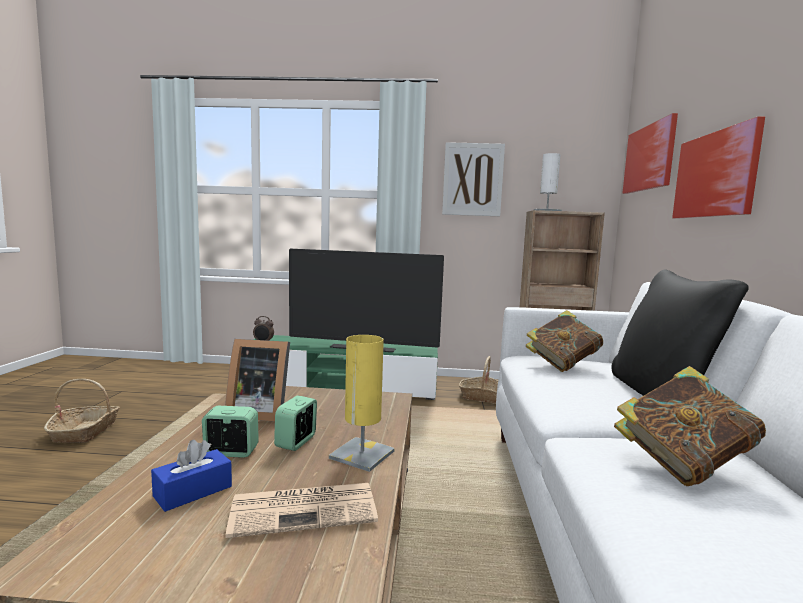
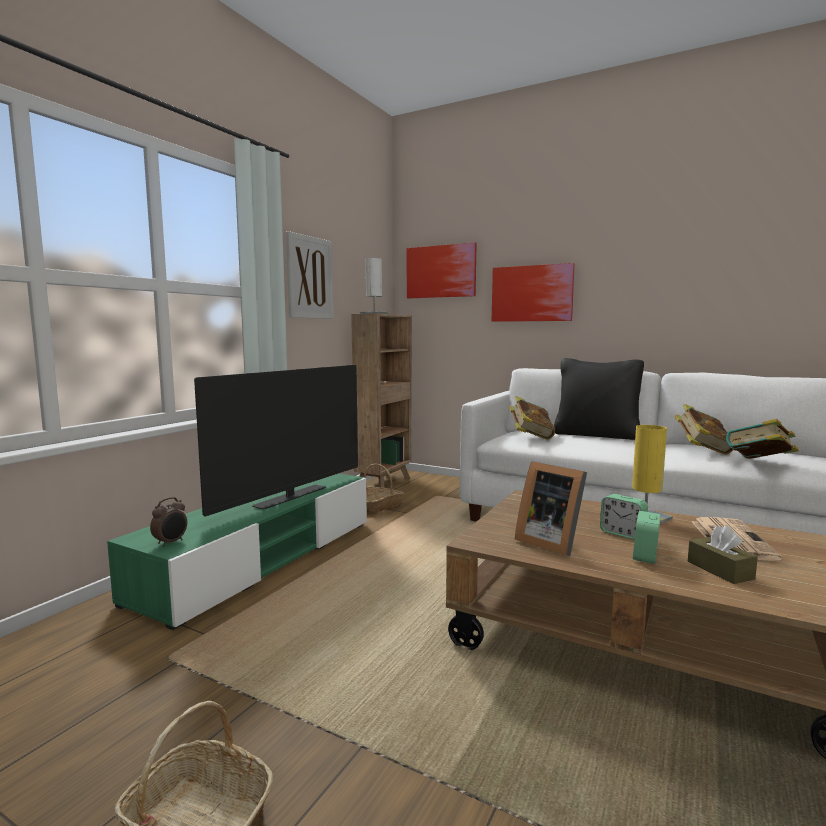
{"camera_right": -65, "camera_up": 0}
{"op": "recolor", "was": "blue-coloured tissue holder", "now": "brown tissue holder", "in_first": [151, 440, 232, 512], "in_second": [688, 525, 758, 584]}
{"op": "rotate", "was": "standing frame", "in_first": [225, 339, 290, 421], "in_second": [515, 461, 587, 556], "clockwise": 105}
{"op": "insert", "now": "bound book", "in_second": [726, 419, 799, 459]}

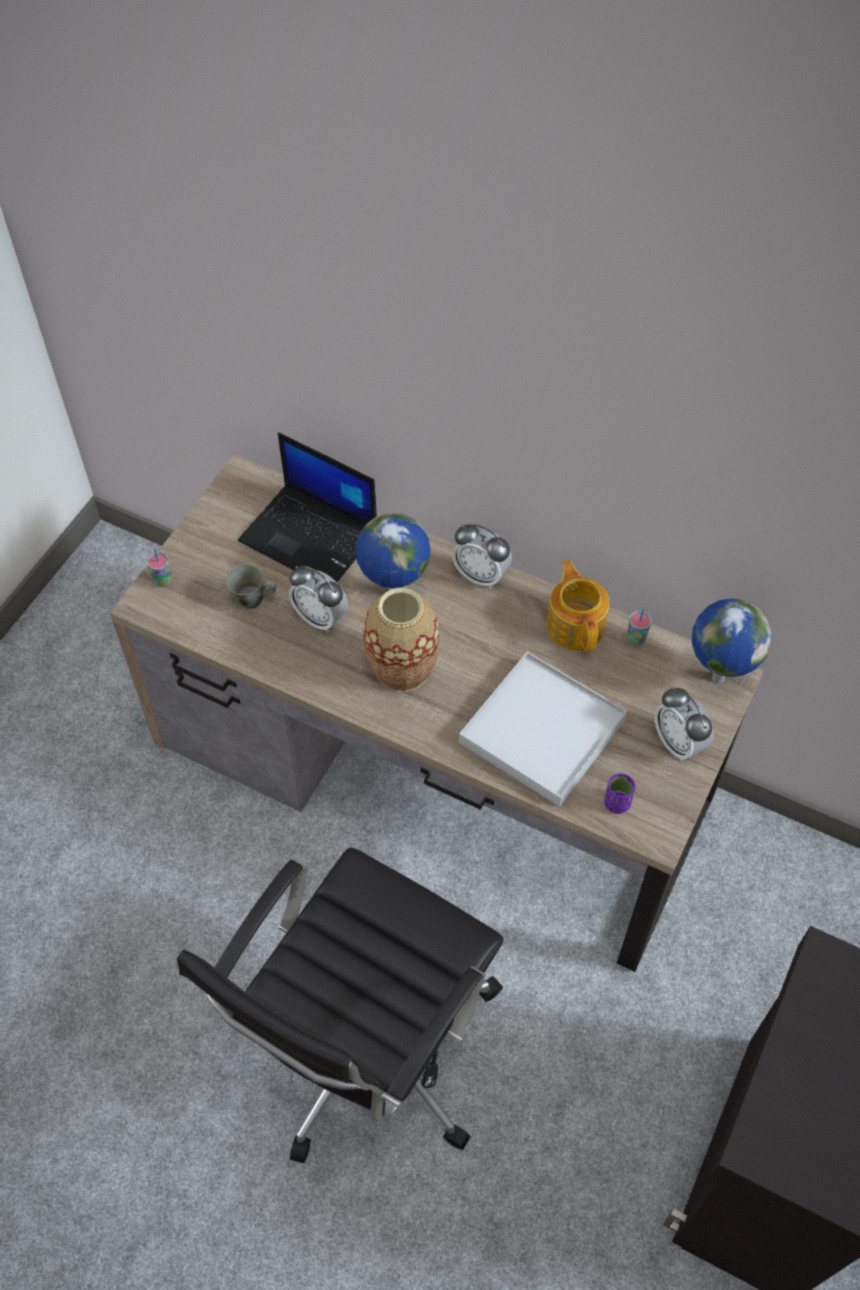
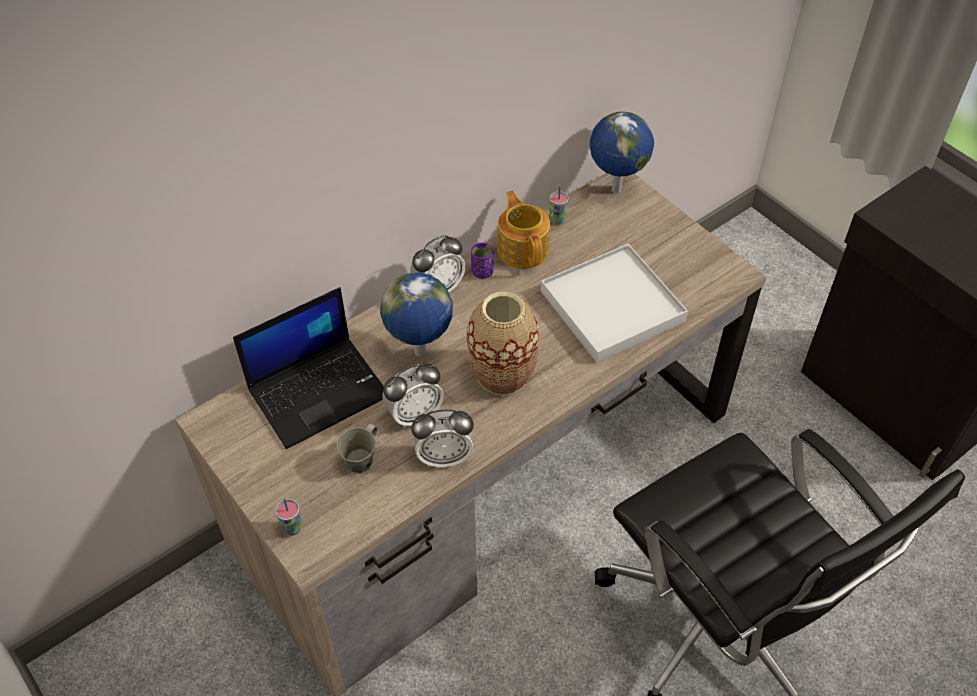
{"camera_right": -65, "camera_up": -5}
{"op": "rotate", "was": "tea pot", "in_first": [546, 560, 609, 652], "in_second": [497, 191, 550, 269], "clockwise": 60}
{"op": "move", "was": "purple cup", "in_first": [604, 773, 635, 814], "in_second": [471, 243, 494, 279]}
{"op": "move", "was": "table clock", "in_first": [654, 687, 714, 761], "in_second": [411, 409, 474, 467]}

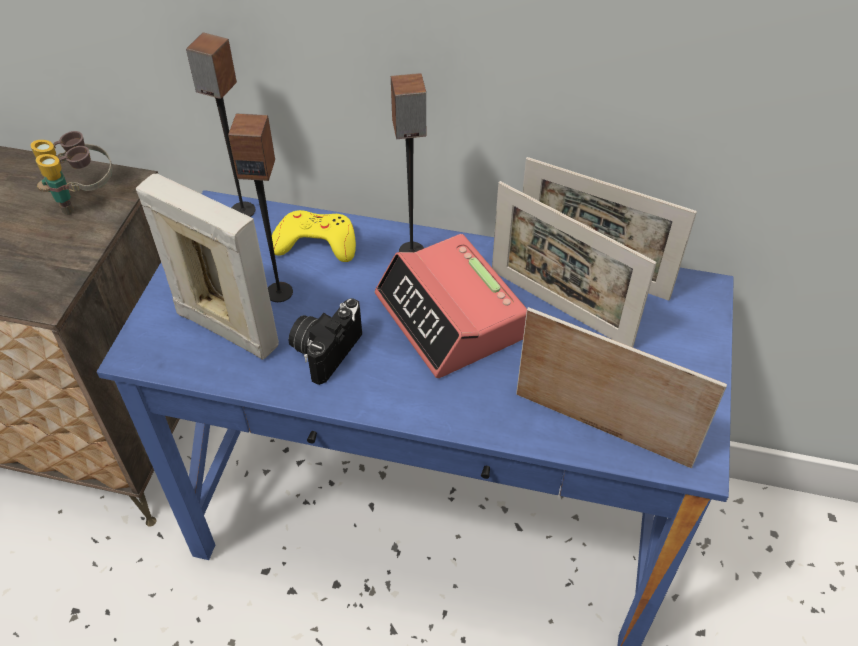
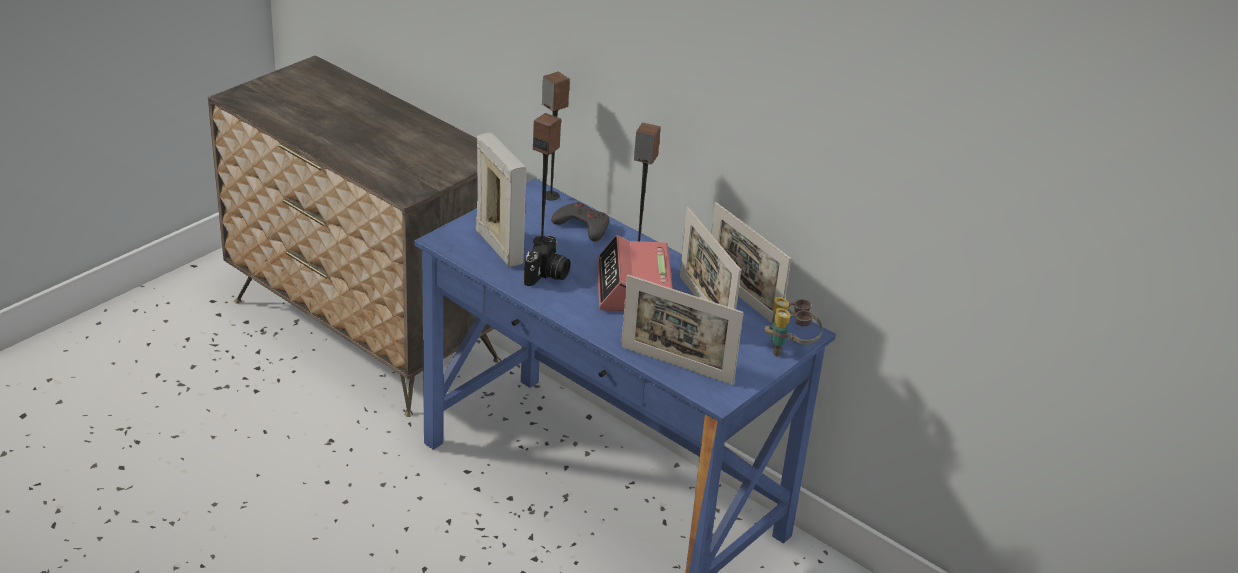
{"camera_right": 25, "camera_up": -15}
{"op": "move", "was": "binoculars", "in_first": [30, 131, 113, 215], "in_second": [765, 297, 823, 357]}
{"op": "recolor", "was": "yellow joypad", "now": "grey joypad", "in_first": [272, 210, 356, 262], "in_second": [551, 202, 610, 241]}
{"op": "rotate", "was": "still camera", "in_first": [289, 298, 362, 385], "in_second": [524, 236, 570, 286], "clockwise": 150}
{"op": "rotate", "was": "standing frame", "in_first": [516, 307, 727, 468], "in_second": [621, 275, 744, 385], "clockwise": 150}

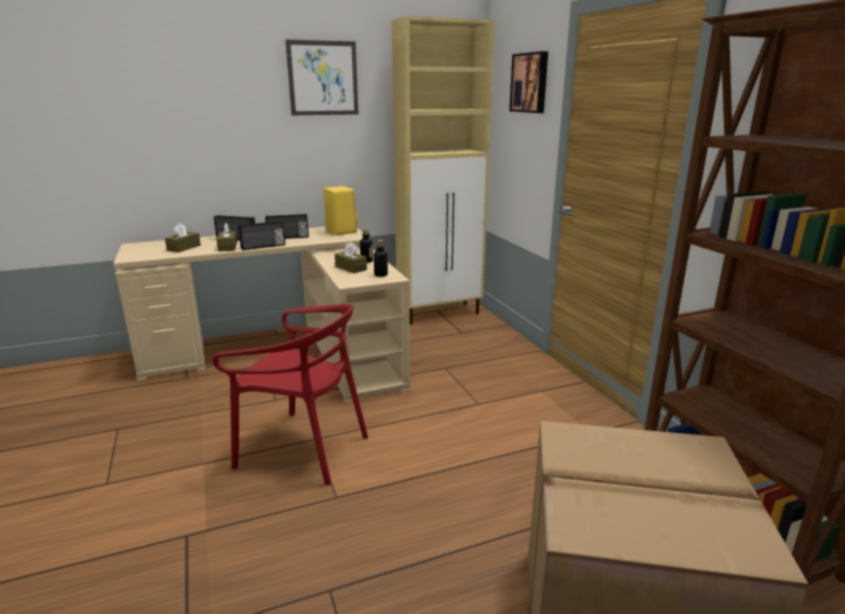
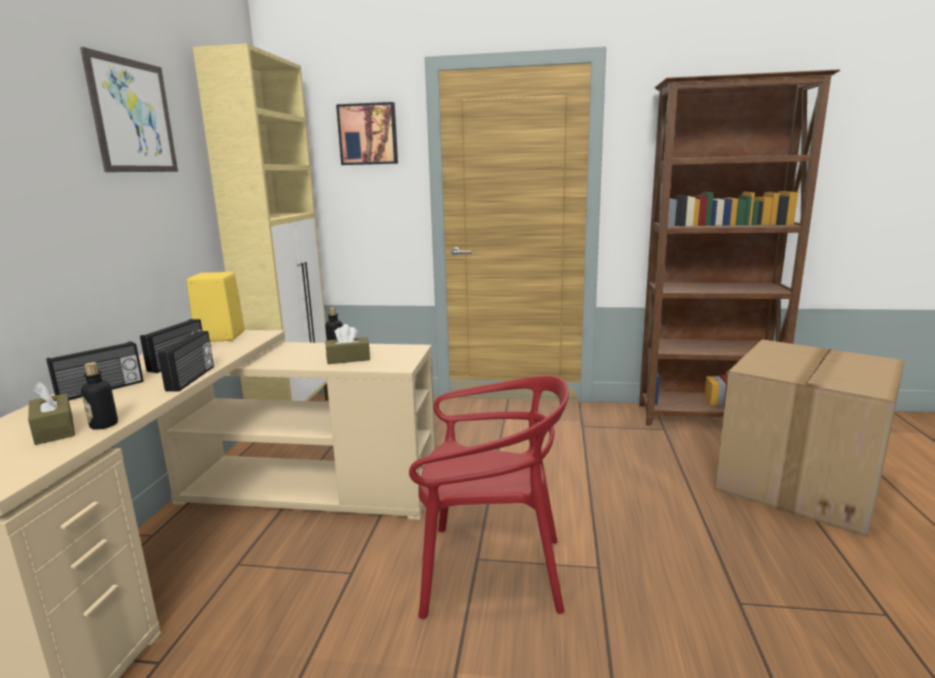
{"camera_right": -60, "camera_up": -5}
{"op": "rotate", "was": "reddish chair", "in_first": [212, 304, 368, 485], "in_second": [409, 376, 569, 619], "clockwise": 45}
{"op": "delete", "was": "brown tissue holder", "in_first": [216, 223, 237, 252]}
{"op": "move", "was": "drink bottle", "in_first": [374, 240, 388, 277], "in_second": [81, 362, 118, 430]}

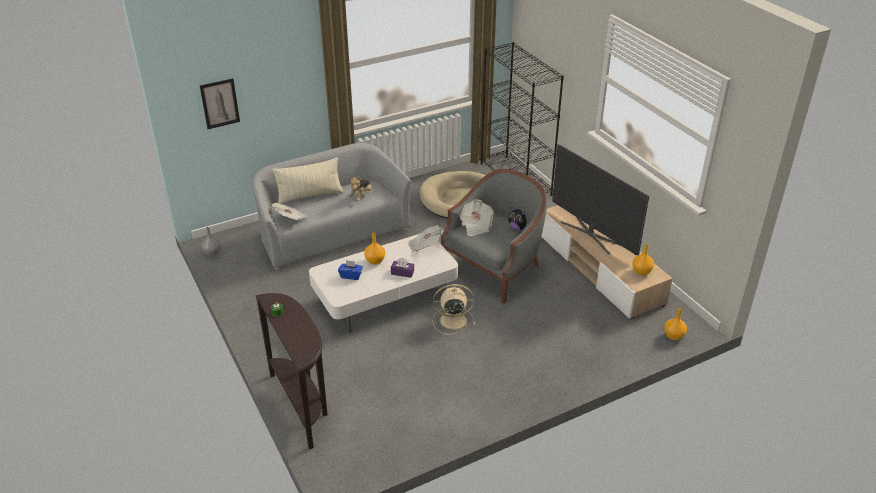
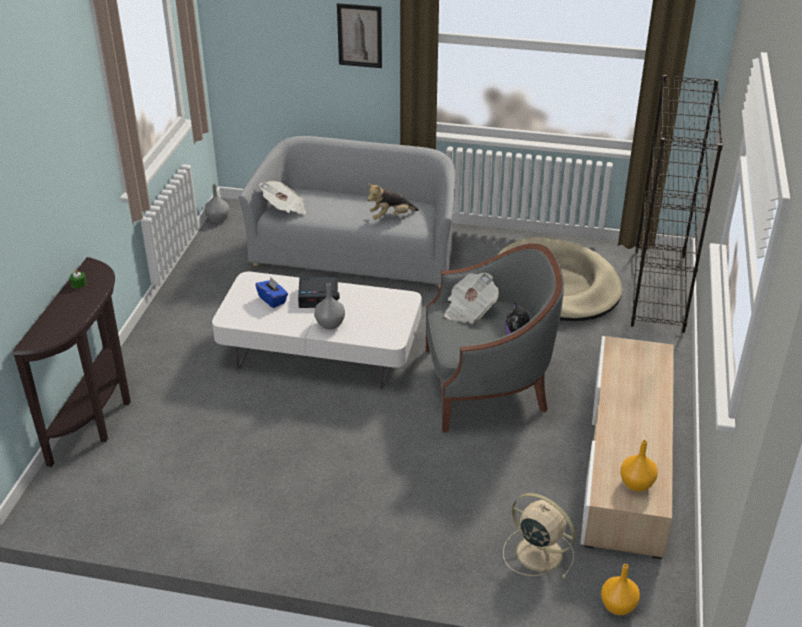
{"camera_right": 40, "camera_up": 0}
{"op": "move", "was": "wall art", "in_first": [200, 78, 240, 129], "in_second": [337, 3, 382, 68]}
{"op": "delete", "was": "beige throw pillow", "in_first": [272, 158, 344, 204]}
{"op": "replace", "was": "orangey vase", "now": "table clock", "in_first": [364, 233, 385, 265], "in_second": [298, 277, 339, 308]}
{"op": "replace", "was": "purple tissue holder", "now": "grey vase", "in_first": [391, 258, 414, 278], "in_second": [314, 283, 345, 330]}
{"op": "delete", "was": "newspaper", "in_first": [408, 225, 443, 252]}
{"op": "move", "was": "beige electric fan", "in_first": [433, 284, 475, 335], "in_second": [503, 493, 575, 578]}
{"op": "delete", "was": "TV set", "in_first": [552, 144, 649, 256]}

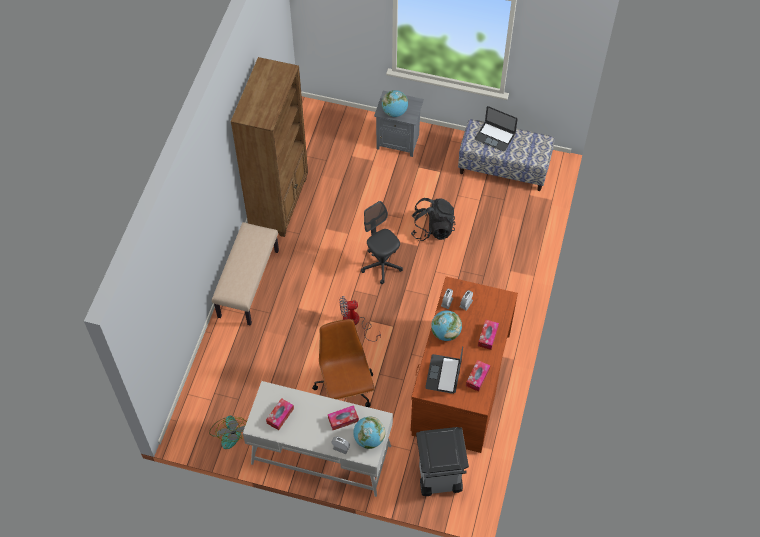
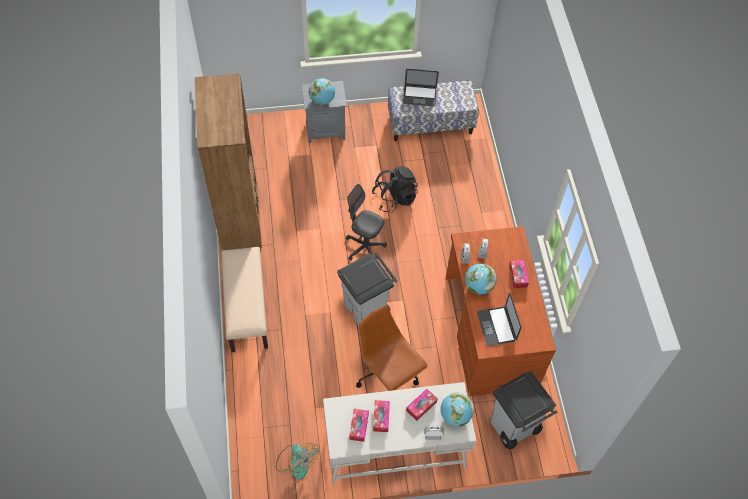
{"camera_right": -25, "camera_up": 0}
{"op": "replace", "was": "electric fan", "now": "grey trash can", "in_first": [340, 296, 381, 342], "in_second": [337, 253, 397, 326]}
{"op": "move", "was": "tissue holder", "in_first": [466, 360, 491, 392], "in_second": [373, 400, 390, 432]}

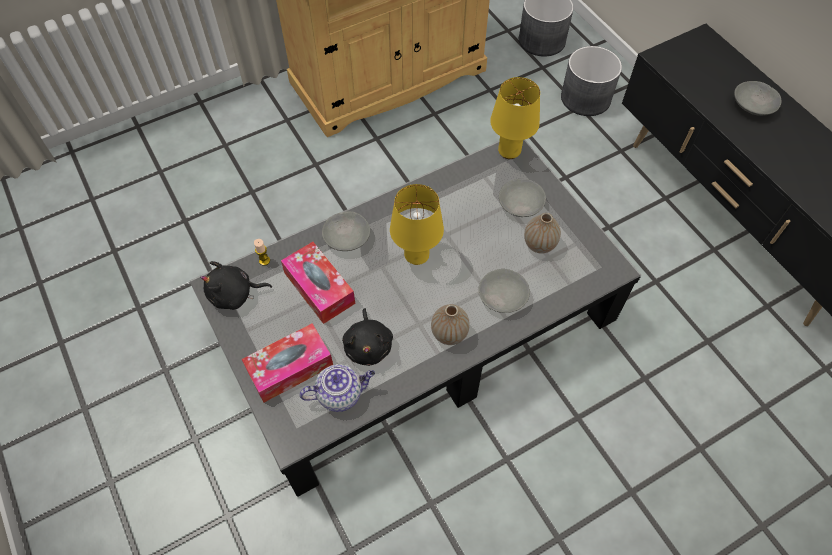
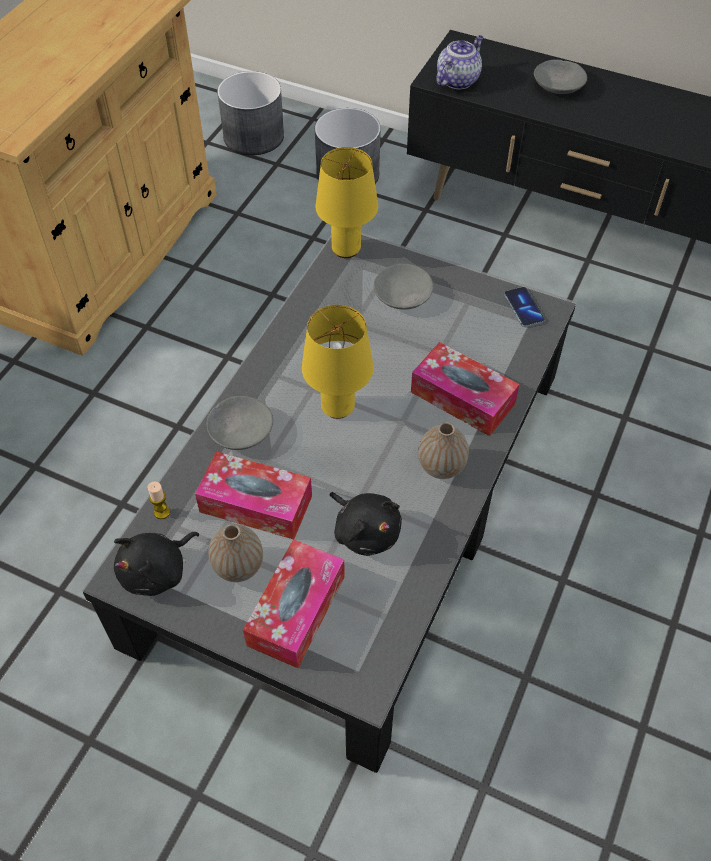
{"camera_right": -35, "camera_up": -5}
{"op": "move", "was": "tea pot", "in_first": [299, 364, 375, 412], "in_second": [436, 35, 484, 90]}
{"op": "replace", "was": "grey bowl", "now": "tissue holder", "in_first": [478, 269, 530, 313], "in_second": [411, 342, 519, 436]}
{"op": "move", "was": "vase", "in_first": [524, 213, 561, 254], "in_second": [208, 524, 263, 582]}
{"op": "insert", "now": "handset", "in_second": [504, 287, 545, 327]}

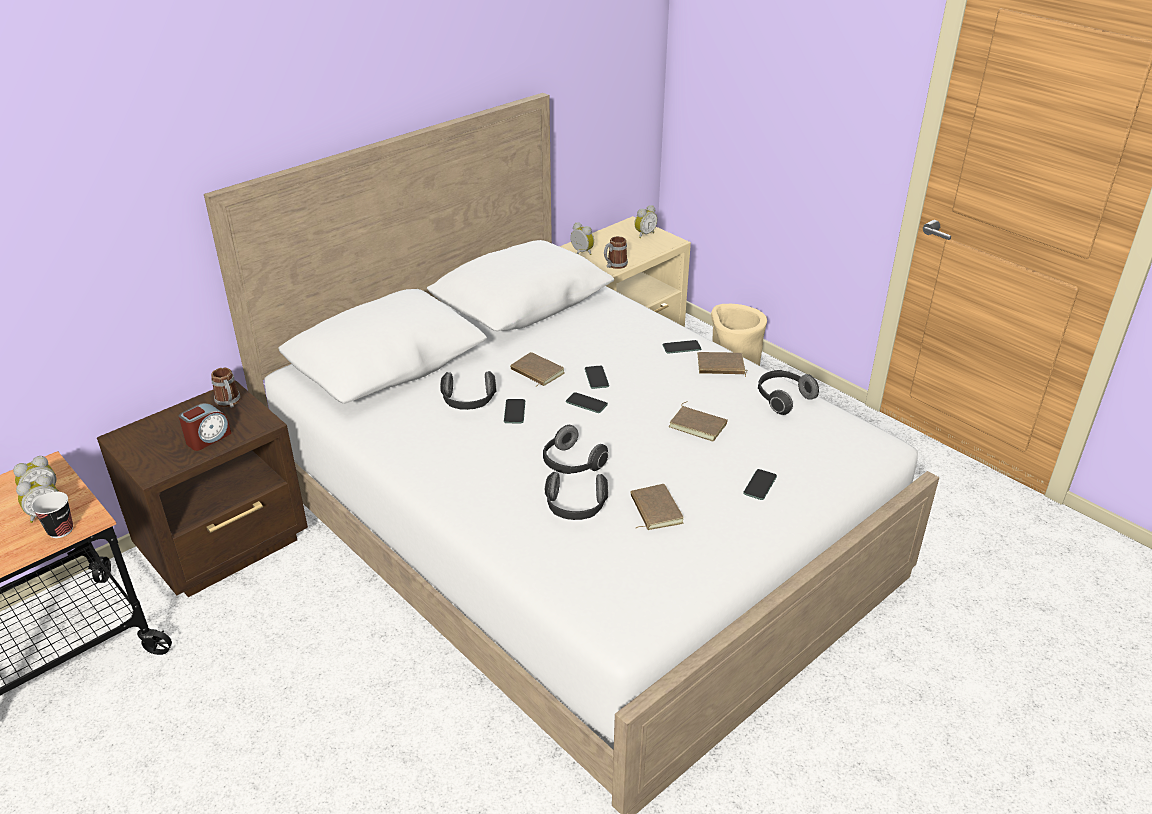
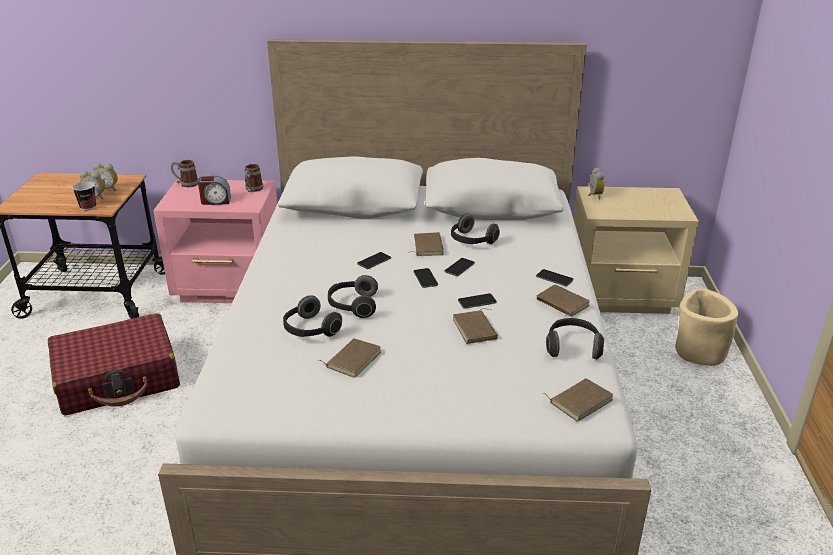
{"camera_right": 45, "camera_up": -5}
{"op": "recolor", "was": "brown nightstand", "now": "pinkish nightstand", "in_first": [97, 380, 308, 597], "in_second": [153, 179, 278, 303]}
{"op": "move", "was": "headphones", "in_first": [440, 371, 496, 410], "in_second": [451, 213, 500, 244]}
{"op": "move", "was": "mug", "in_first": [604, 236, 628, 269], "in_second": [171, 160, 198, 187]}
{"op": "delete", "was": "table clock", "in_first": [634, 205, 657, 238]}
{"op": "move", "was": "handset", "in_first": [743, 469, 777, 500], "in_second": [458, 293, 497, 309]}
{"op": "insert", "now": "reddish suitcase", "in_second": [48, 313, 180, 415]}
{"op": "insert", "now": "brown bound book", "in_second": [543, 378, 613, 422]}

